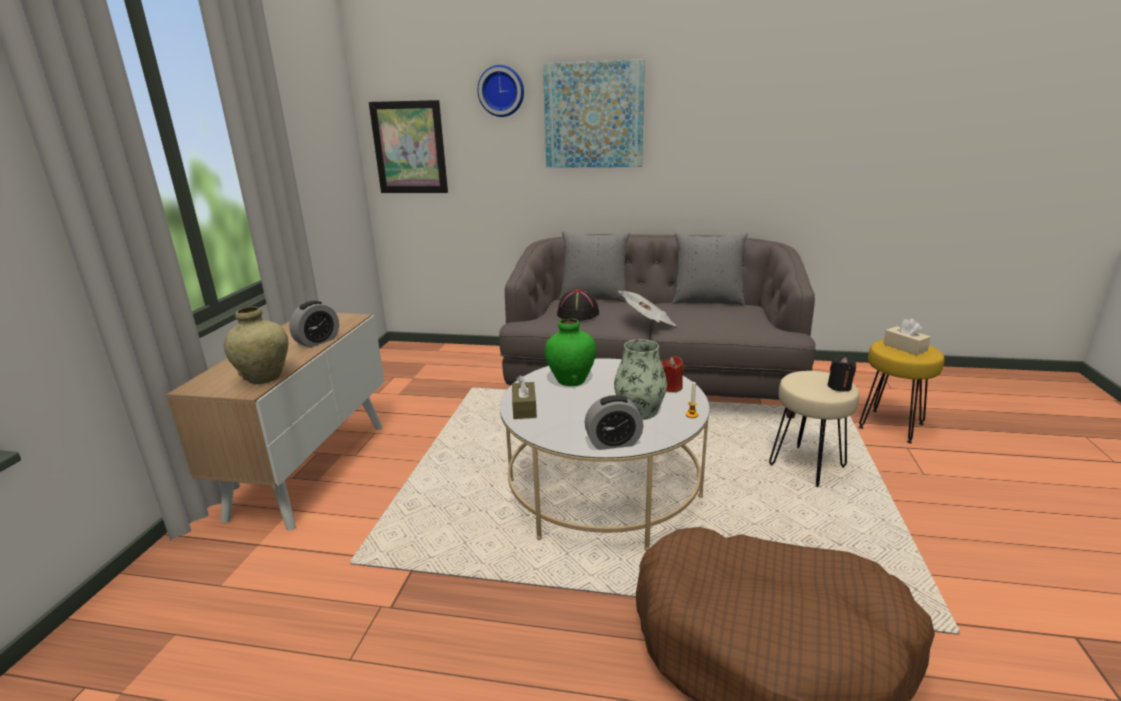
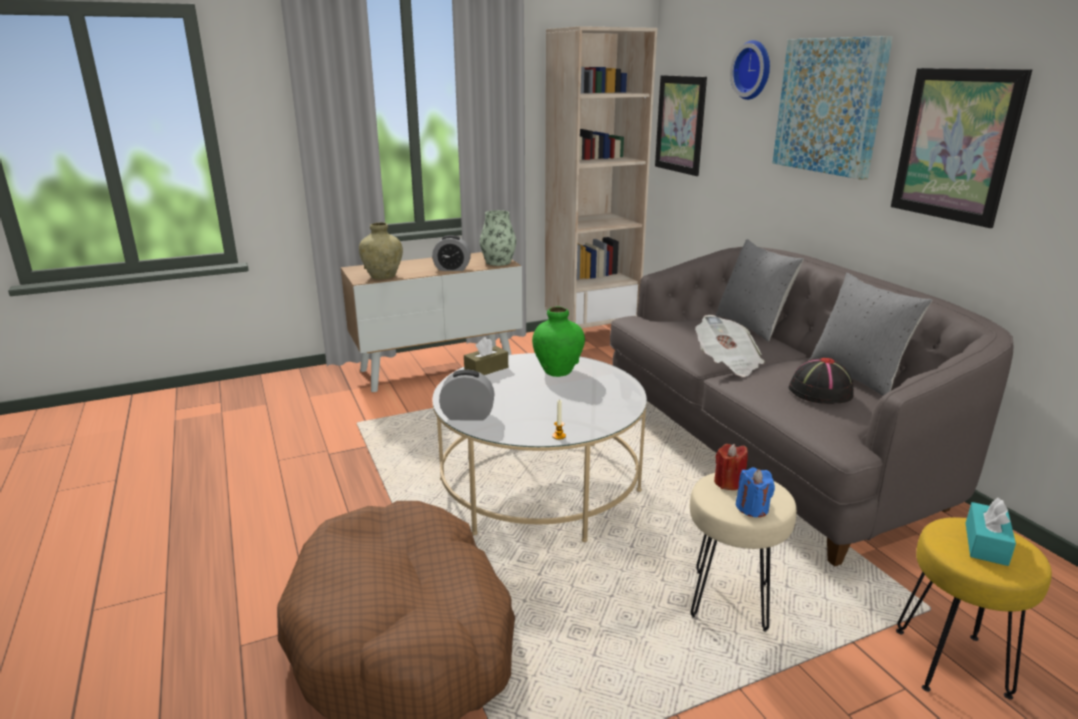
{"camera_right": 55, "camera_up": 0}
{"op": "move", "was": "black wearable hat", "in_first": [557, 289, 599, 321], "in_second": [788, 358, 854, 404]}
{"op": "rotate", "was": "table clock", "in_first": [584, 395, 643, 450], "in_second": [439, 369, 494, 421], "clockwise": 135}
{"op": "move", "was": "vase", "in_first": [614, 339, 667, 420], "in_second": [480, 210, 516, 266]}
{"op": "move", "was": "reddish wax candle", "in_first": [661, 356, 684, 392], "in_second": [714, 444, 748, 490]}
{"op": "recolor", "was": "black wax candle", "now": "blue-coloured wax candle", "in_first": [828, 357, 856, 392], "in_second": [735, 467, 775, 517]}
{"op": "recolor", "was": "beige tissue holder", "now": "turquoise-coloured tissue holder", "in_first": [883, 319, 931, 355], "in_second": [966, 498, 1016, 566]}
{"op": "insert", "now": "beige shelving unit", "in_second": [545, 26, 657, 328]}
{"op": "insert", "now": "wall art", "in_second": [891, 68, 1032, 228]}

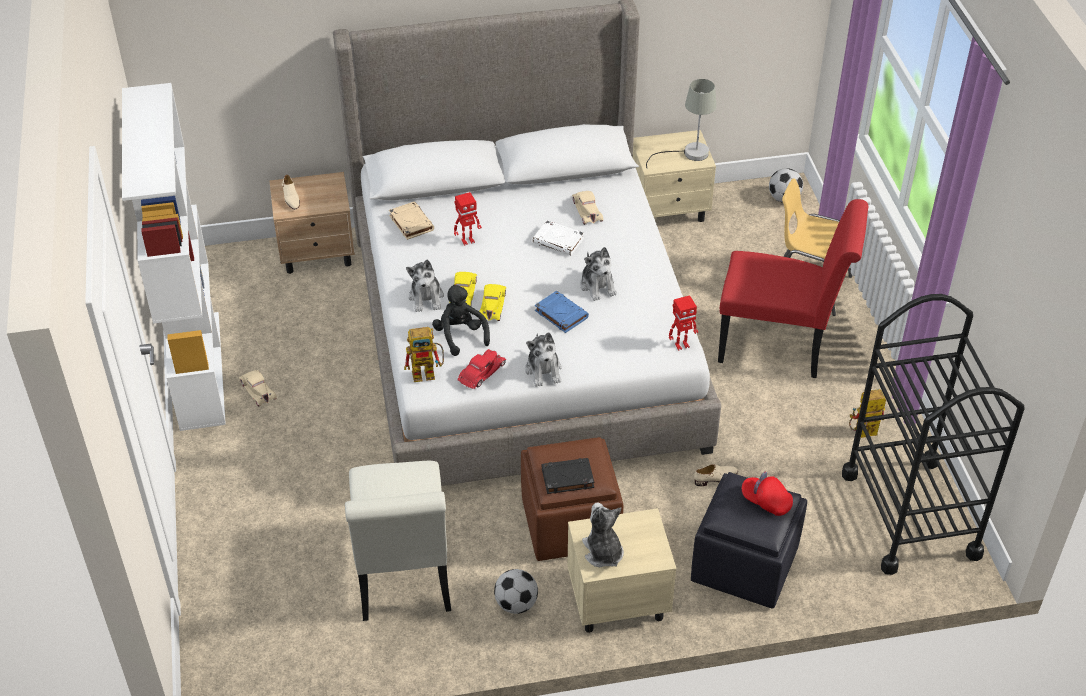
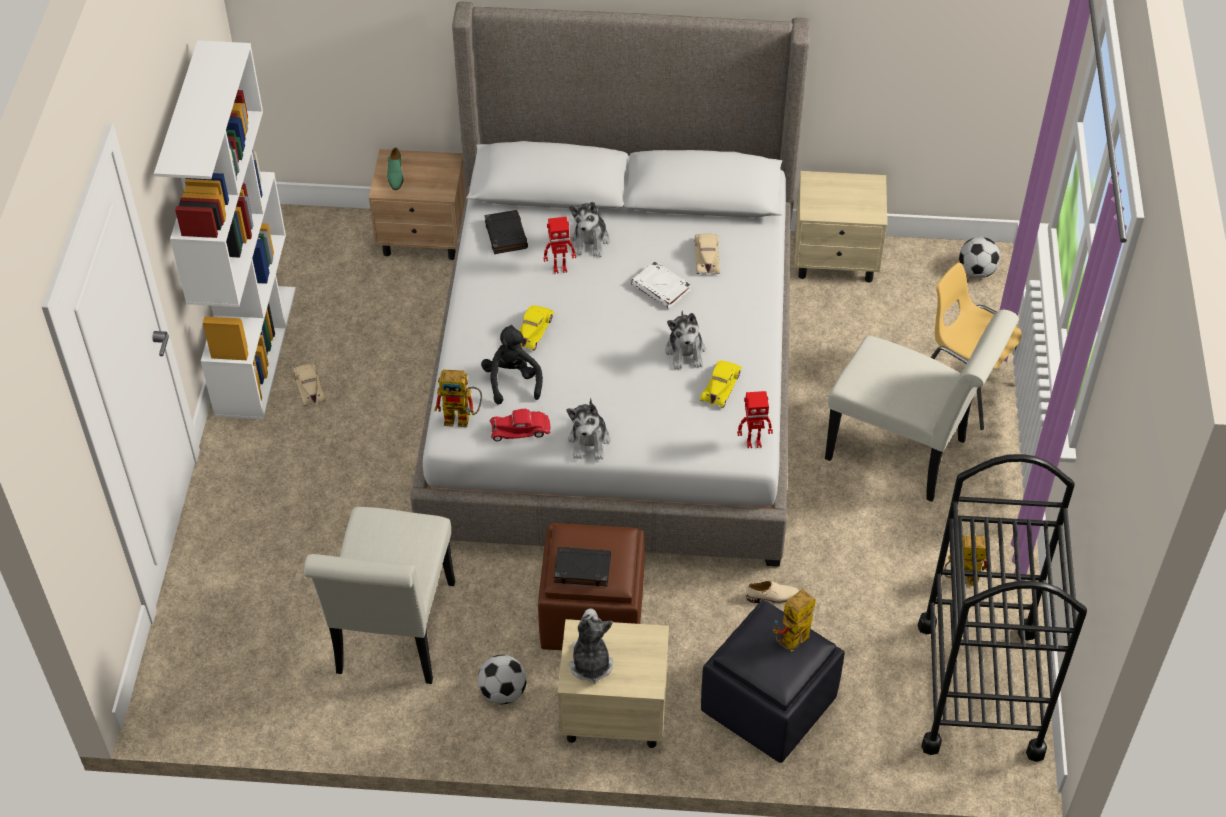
{"camera_right": 15, "camera_up": 5}
{"op": "recolor", "was": "beige low shoe", "now": "greenish low shoe", "in_first": [282, 175, 300, 210], "in_second": [387, 148, 403, 190]}
{"op": "recolor", "was": "beige bound book", "now": "black bound book", "in_first": [389, 201, 434, 240], "in_second": [484, 210, 528, 254]}
{"op": "move", "was": "soft toy", "in_first": [406, 260, 444, 312], "in_second": [569, 202, 610, 257]}
{"op": "rotate", "was": "reddish toy car", "in_first": [457, 349, 506, 389], "in_second": [490, 409, 550, 441], "clockwise": -150}
{"op": "move", "was": "yellow toy car", "in_first": [479, 284, 506, 321], "in_second": [700, 360, 742, 408]}
{"op": "delete", "was": "blue-coloured bound book", "in_first": [535, 291, 589, 333]}
{"op": "delete", "was": "grey tabletop lamp", "in_first": [646, 79, 717, 169]}
{"op": "recolor", "was": "reddish chair", "now": "white chair", "in_first": [718, 199, 868, 378], "in_second": [825, 310, 1019, 502]}
{"op": "replace", "was": "reddish baseball cap", "now": "robot figure", "in_first": [742, 472, 793, 516], "in_second": [773, 589, 816, 651]}

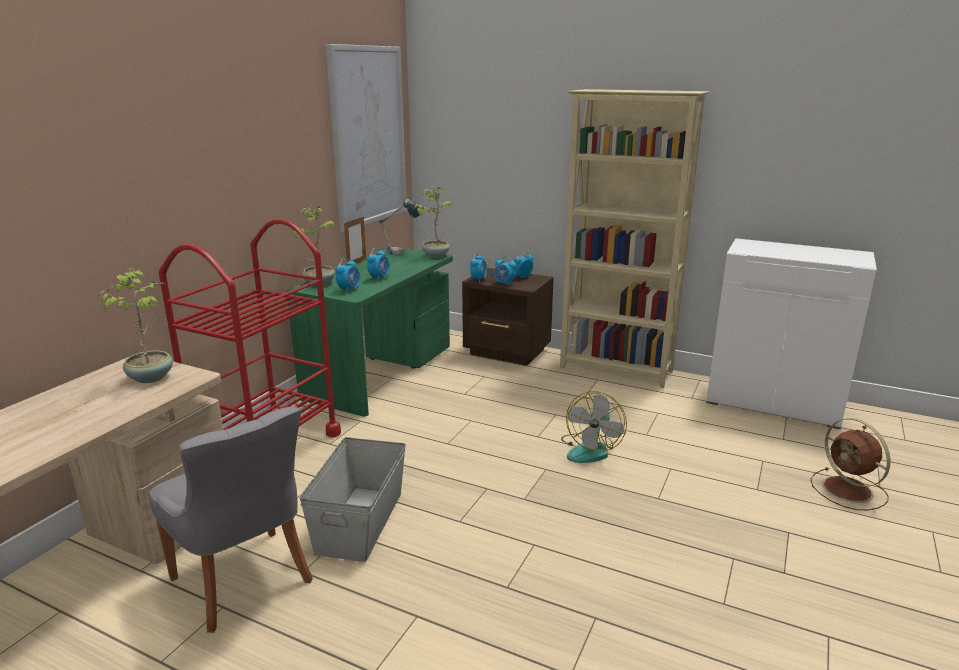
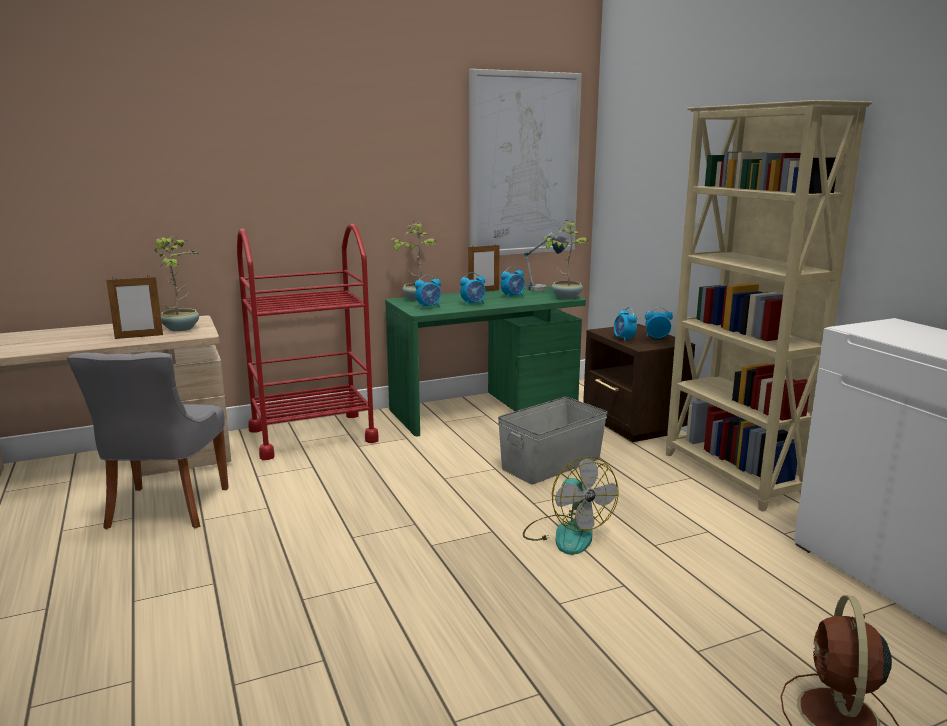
{"camera_right": 40, "camera_up": -5}
{"op": "move", "was": "grey storage bin", "in_first": [299, 437, 406, 562], "in_second": [498, 397, 607, 484]}
{"op": "move", "was": "table clock", "in_first": [470, 253, 487, 283], "in_second": [501, 266, 525, 299]}
{"op": "rotate", "was": "electric fan", "in_first": [561, 391, 627, 463], "in_second": [523, 456, 619, 555], "clockwise": -90}
{"op": "insert", "now": "standing frame", "in_second": [106, 275, 163, 339]}

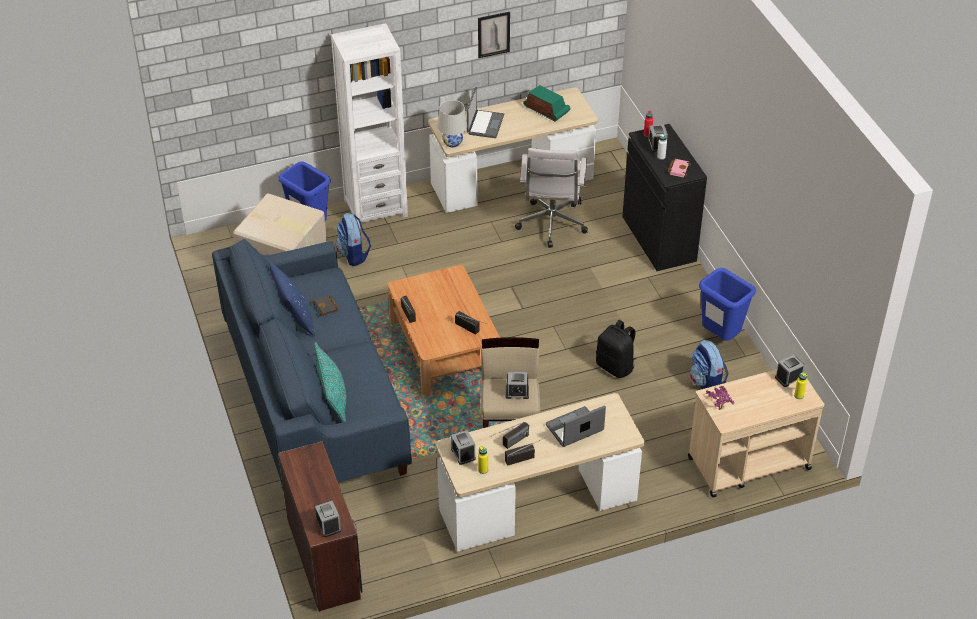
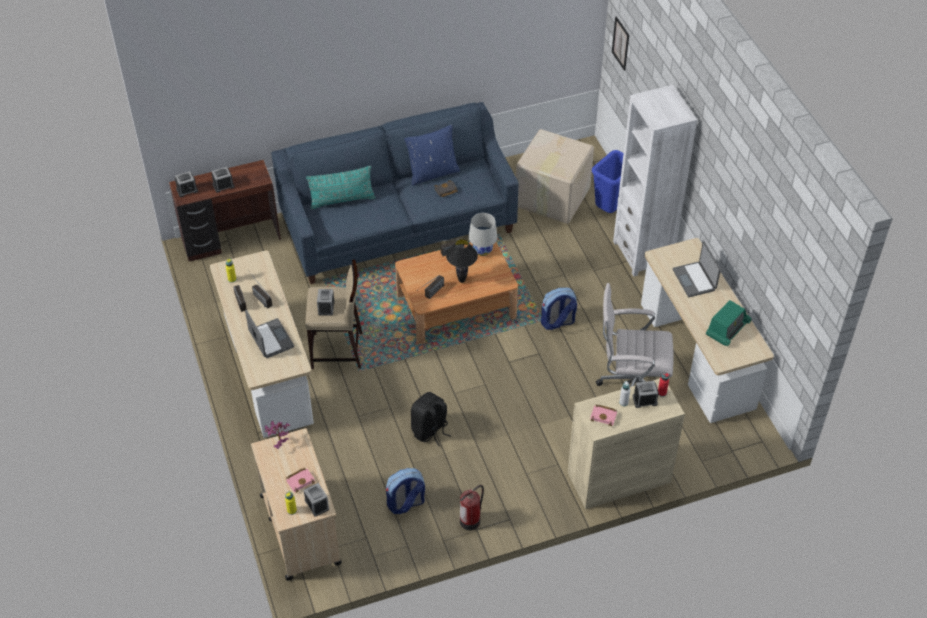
{"camera_right": 90, "camera_up": 5}
{"op": "move", "was": "rucksack", "in_first": [336, 213, 371, 266], "in_second": [541, 288, 577, 330]}
{"op": "move", "was": "white tabletop lamp", "in_first": [437, 100, 467, 147], "in_second": [469, 213, 497, 256]}
{"op": "move", "was": "table clock", "in_first": [451, 430, 476, 465], "in_second": [211, 167, 235, 193]}
{"op": "rotate", "was": "notebook computer", "in_first": [467, 87, 504, 138], "in_second": [672, 242, 721, 297], "clockwise": 60}
{"op": "move", "was": "wall art", "in_first": [478, 12, 510, 58], "in_second": [612, 16, 629, 71]}
{"op": "recolor", "was": "black storage cabinet", "now": "beige storage cabinet", "in_first": [622, 124, 707, 271], "in_second": [568, 378, 685, 509]}
{"op": "replace", "was": "blue-coloured trash can", "now": "fire extinguisher", "in_first": [699, 268, 756, 341], "in_second": [460, 485, 484, 530]}
{"op": "insert", "now": "pinkish bound book", "in_second": [286, 468, 315, 493]}
{"op": "insert", "now": "black tabletop lamp", "in_second": [446, 239, 478, 283]}

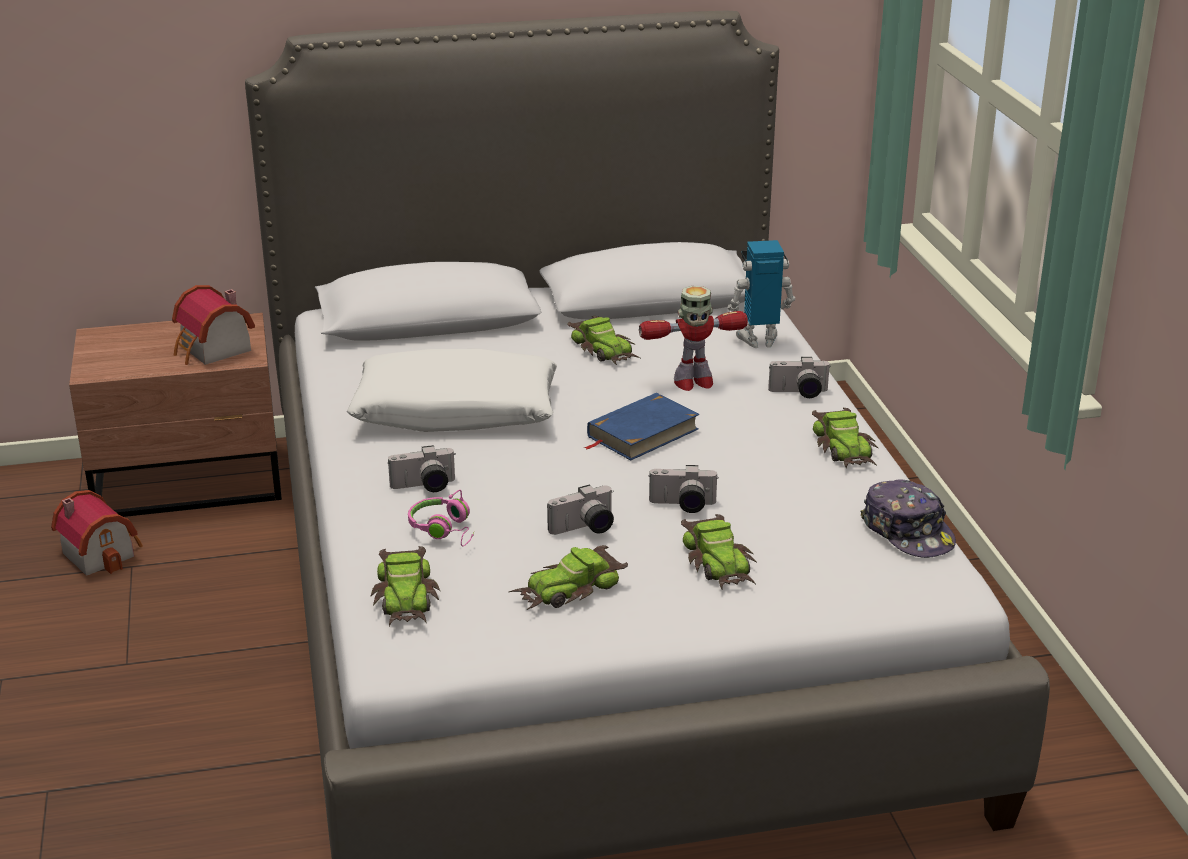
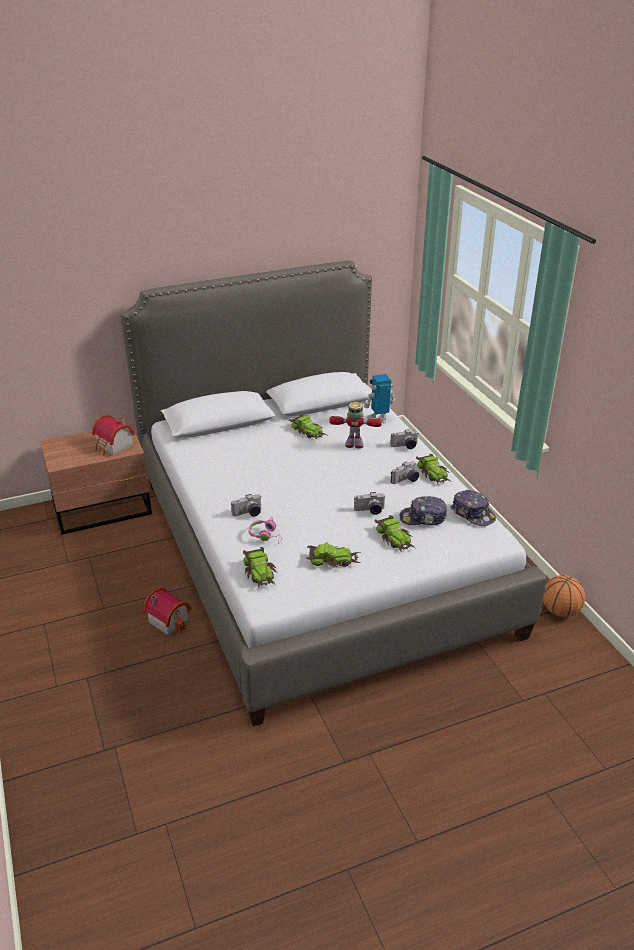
{"camera_right": -10, "camera_up": 5}
{"op": "move", "was": "model house", "in_first": [51, 490, 143, 576], "in_second": [143, 587, 192, 635]}
{"op": "delete", "was": "white throw pillow", "in_first": [347, 349, 557, 432]}
{"op": "rotate", "was": "toy car", "in_first": [509, 545, 628, 610], "in_second": [306, 543, 361, 567], "clockwise": -135}
{"op": "move", "was": "still camera", "in_first": [547, 484, 614, 535], "in_second": [391, 461, 419, 484]}
{"op": "delete", "was": "blue-coloured bound book", "in_first": [584, 393, 699, 460]}
{"op": "rotate", "was": "robot figure", "in_first": [639, 286, 748, 391], "in_second": [329, 402, 382, 449], "clockwise": -150}
{"op": "insert", "now": "baseball cap", "in_second": [400, 496, 447, 525]}
{"op": "insert", "now": "ball for basketball", "in_second": [543, 575, 586, 617]}

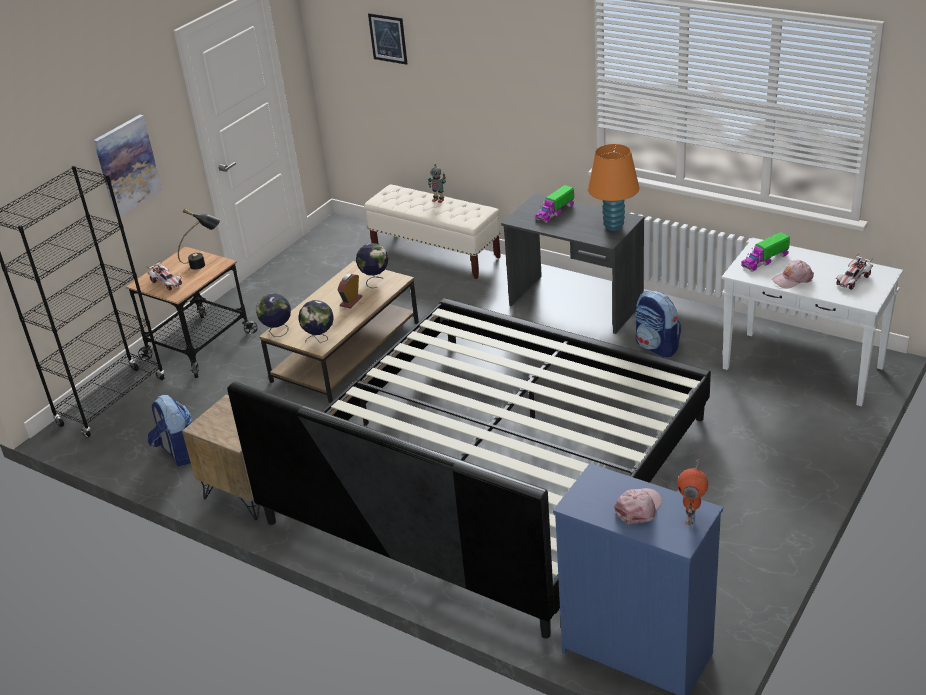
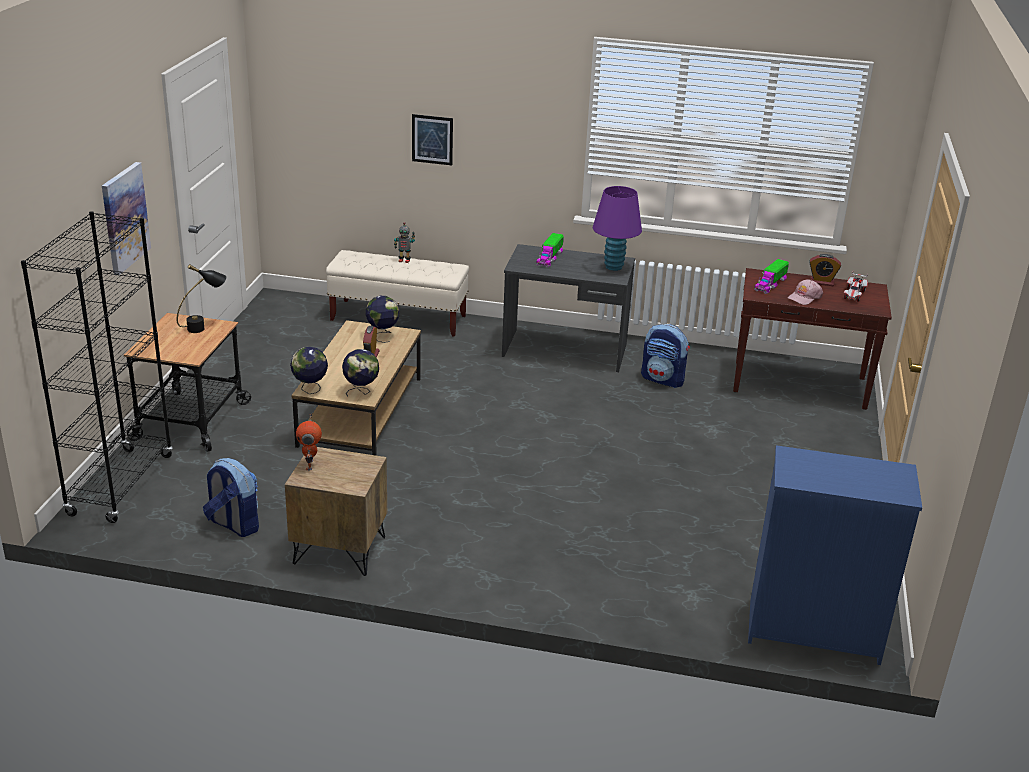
{"camera_right": -25, "camera_up": -5}
{"op": "delete", "was": "toy car", "in_first": [146, 260, 182, 290]}
{"op": "delete", "was": "bedroom bed", "in_first": [227, 298, 711, 638]}
{"op": "move", "was": "wall art", "in_first": [368, 13, 407, 65], "in_second": [412, 114, 453, 165]}
{"op": "recolor", "was": "orangey tabletop lamp", "now": "purple tabletop lamp", "in_first": [588, 144, 639, 231], "in_second": [593, 186, 642, 271]}
{"op": "delete", "was": "pinkish baseball cap", "in_first": [614, 488, 662, 524]}
{"op": "move", "was": "robot figure", "in_first": [677, 460, 708, 525], "in_second": [296, 414, 322, 471]}
{"op": "recolor", "was": "white narrow table", "now": "brown narrow table", "in_first": [721, 238, 903, 406], "in_second": [733, 268, 892, 410]}
{"op": "insert", "now": "table clock", "in_second": [809, 254, 841, 286]}

